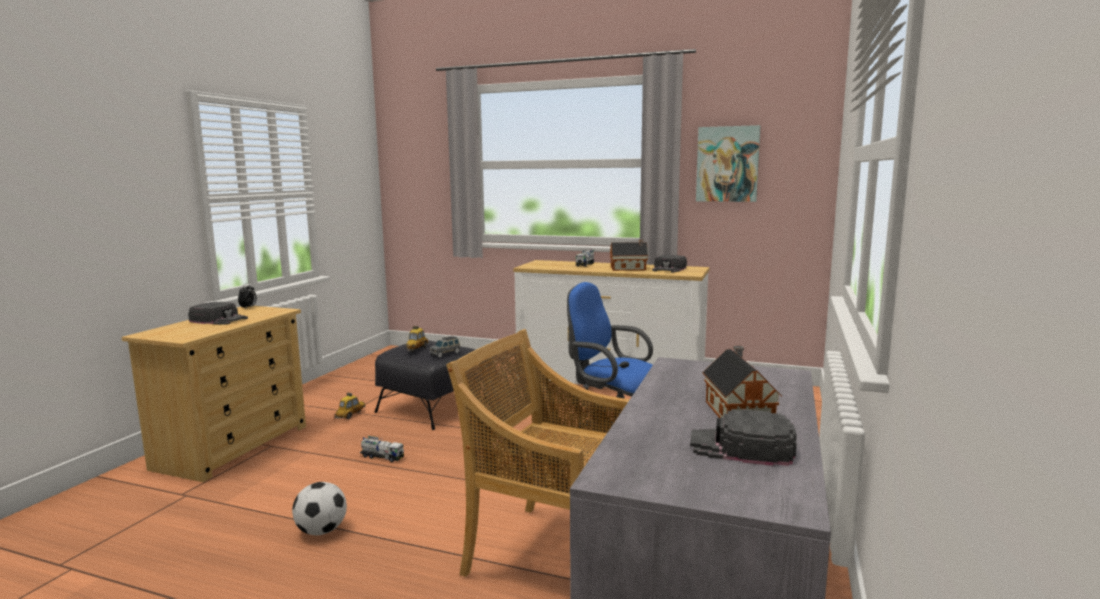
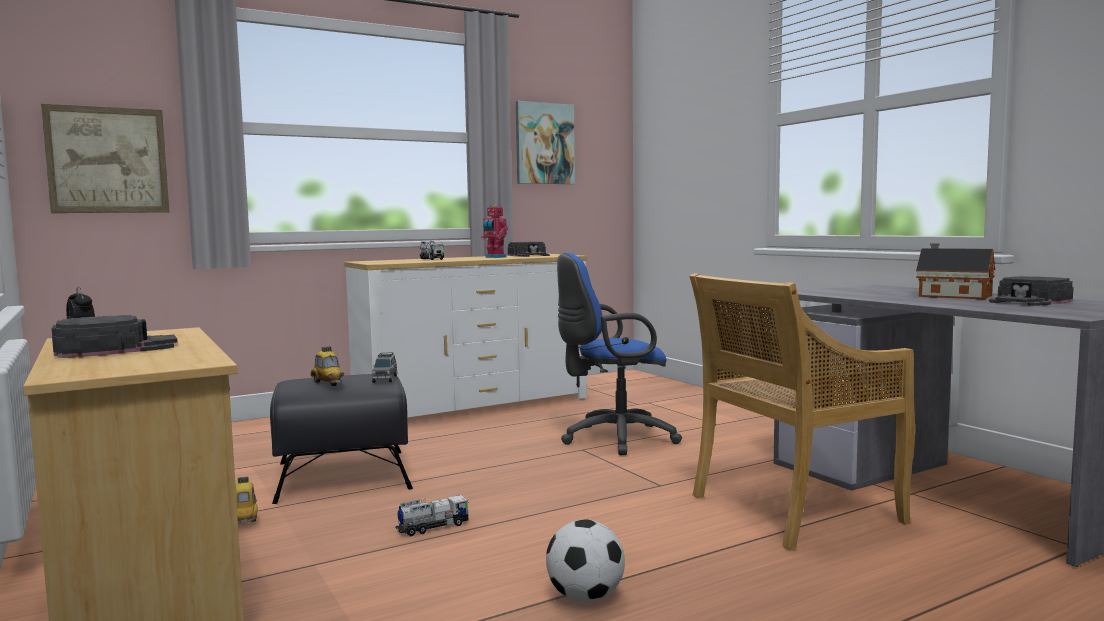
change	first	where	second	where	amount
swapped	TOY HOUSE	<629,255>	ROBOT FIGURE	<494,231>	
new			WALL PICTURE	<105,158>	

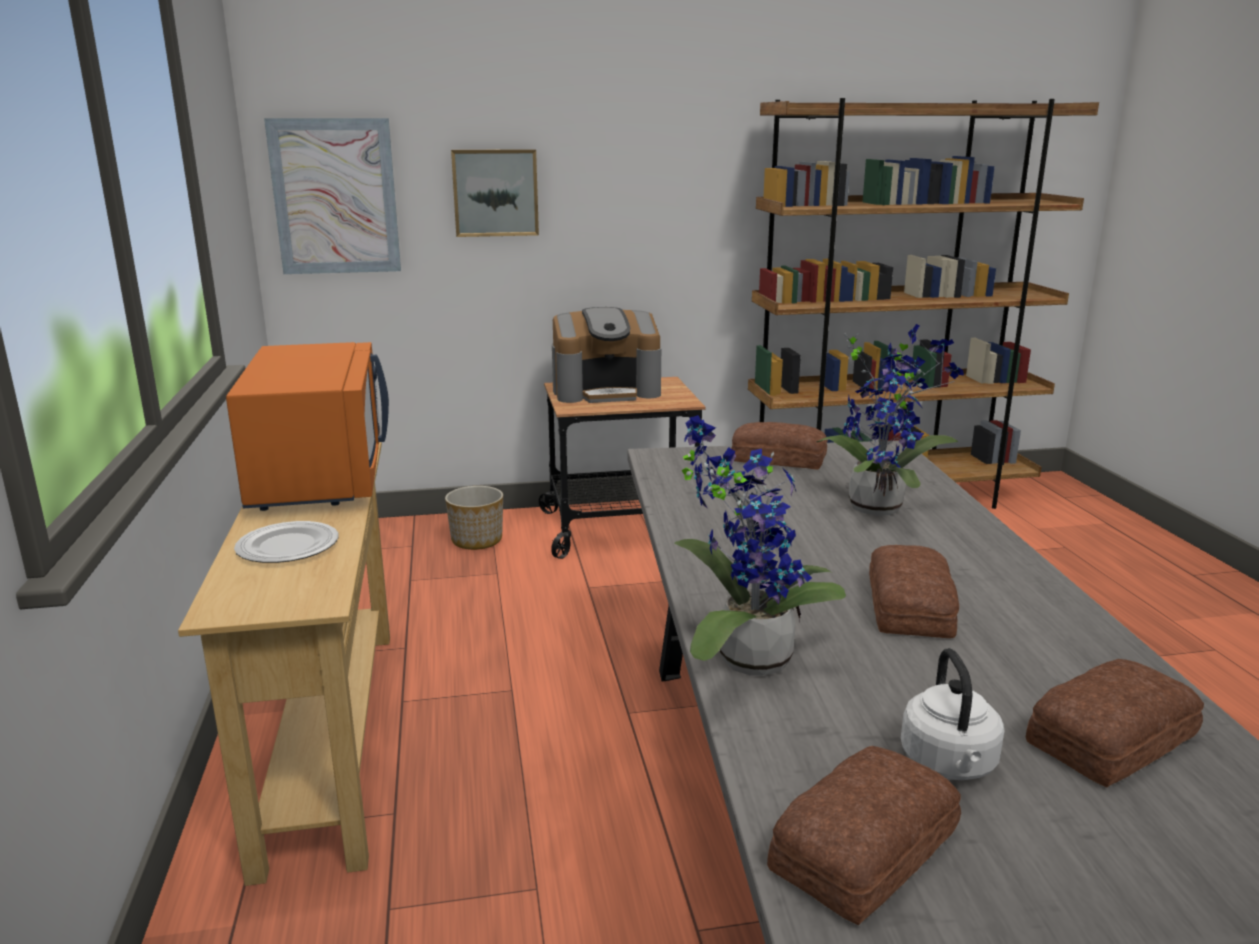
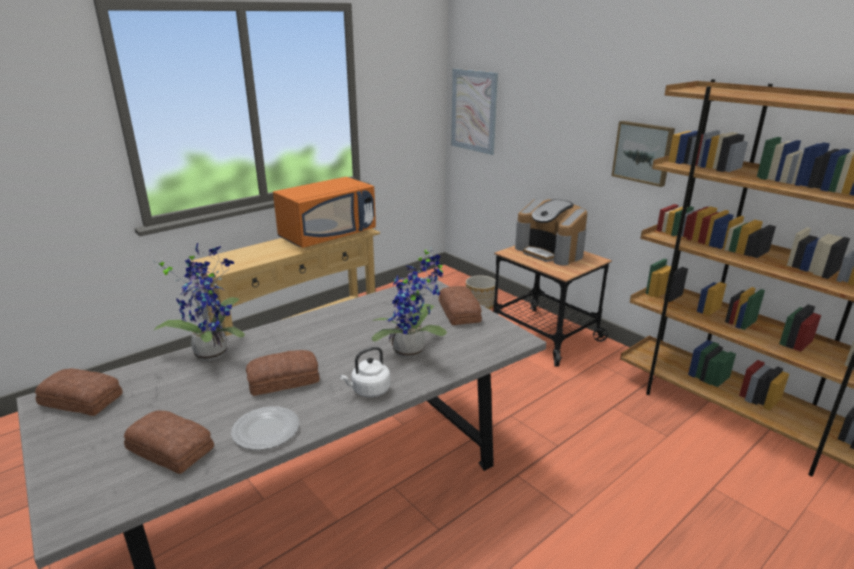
change	first	where	second	where	amount
shifted	DINNER PLATE	<286,542>		<265,428>	
shifted	WALL PICTURE	<495,193>		<643,154>	
shifted	WHITISH WATER KETTLE	<952,714>		<365,372>	

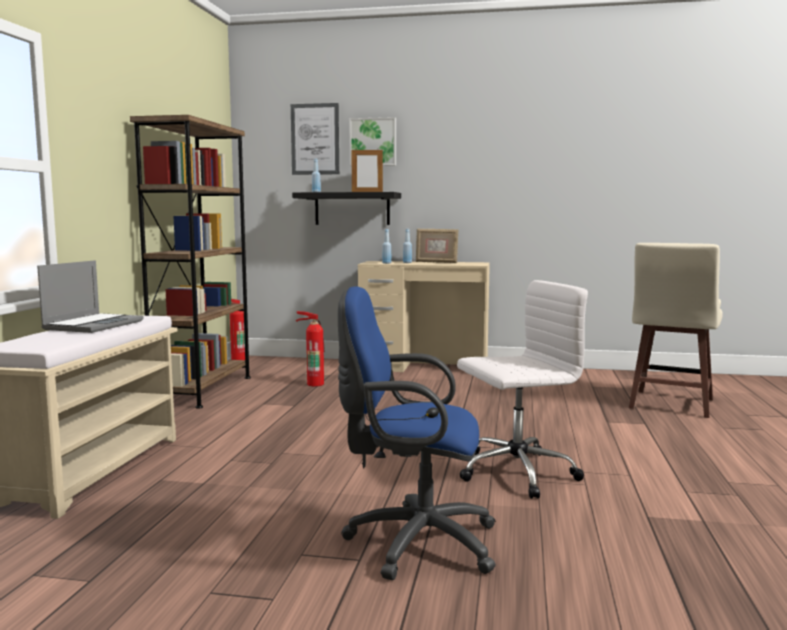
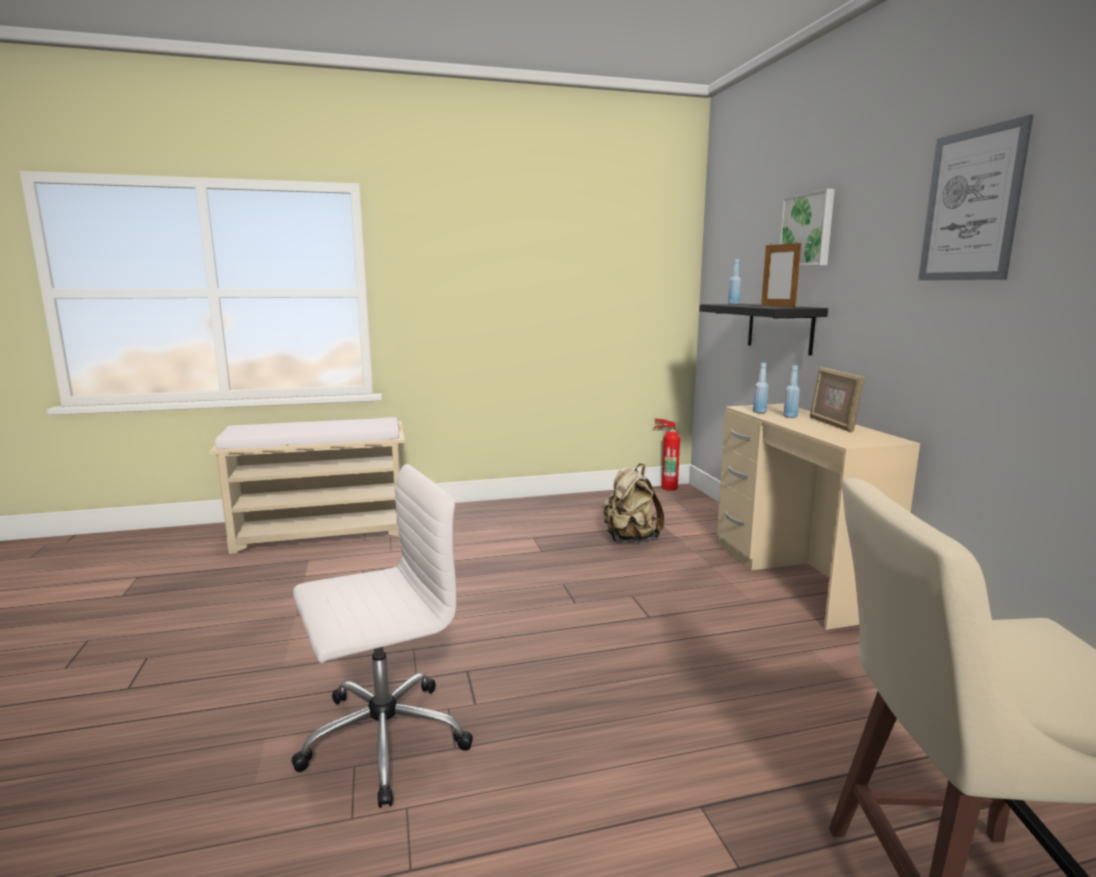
change	first	where	second	where	amount
gone	NOTEBOOK COMPUTER	<90,296>			
gone	BROWNISH BOOKCASE	<190,262>			
shifted	WALL PICTURE	<315,139>		<975,197>	
swapped	EXTINGUISHER	<310,348>	BEIGE BACKPACK	<633,503>	
gone	BLUISH OFFICE CHAIR	<417,433>			
rotated	WHITISH OFFICE CHAIR	<522,389>		<382,636>	75 degrees counterclockwise

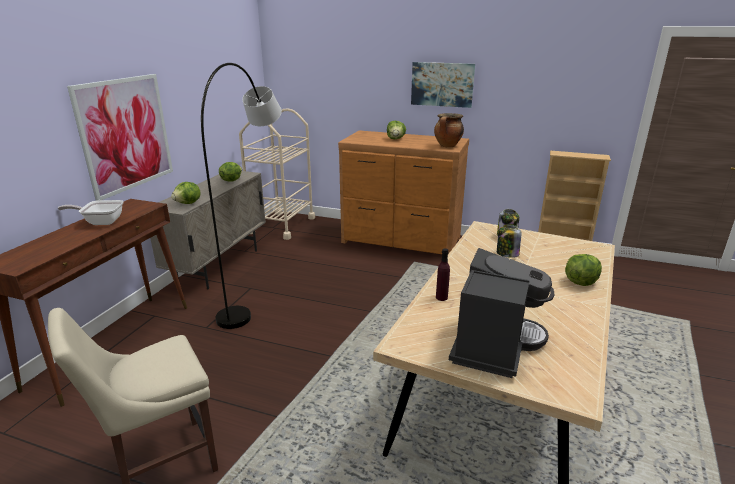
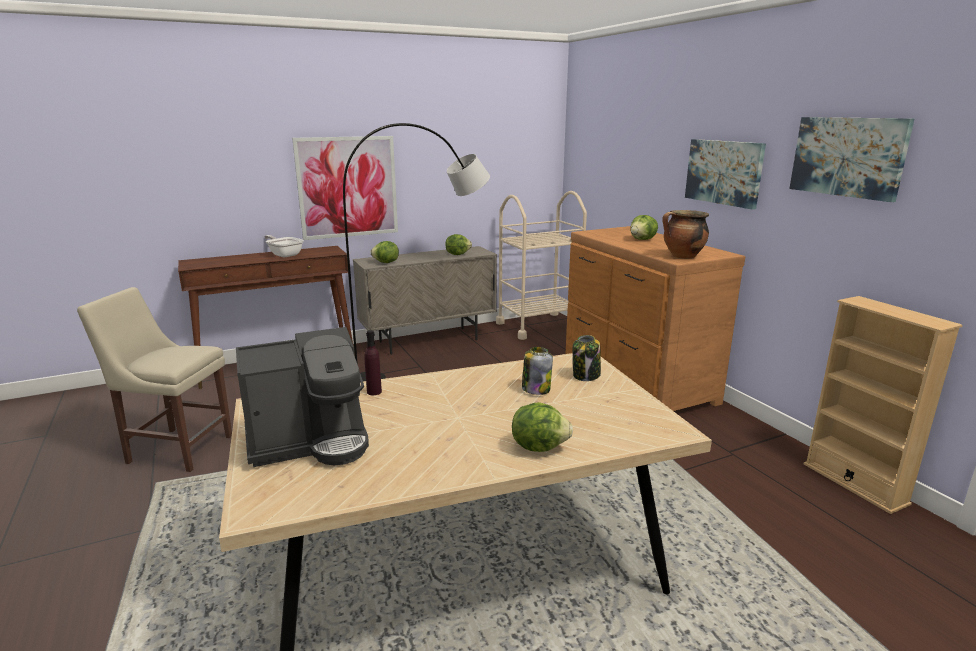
change	first	where	second	where	amount
new			WALL PICTURE	<851,159>	

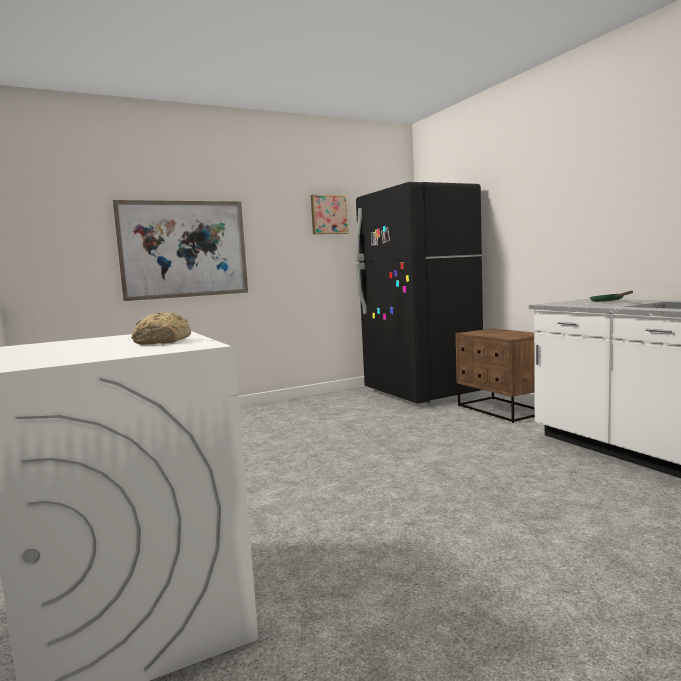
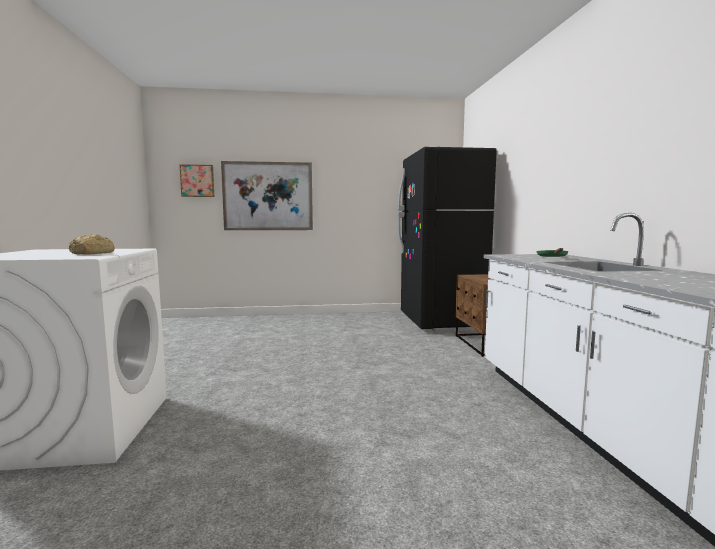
change	first	where	second	where	amount
shifted	WALL PICTURE	<330,214>		<196,180>	

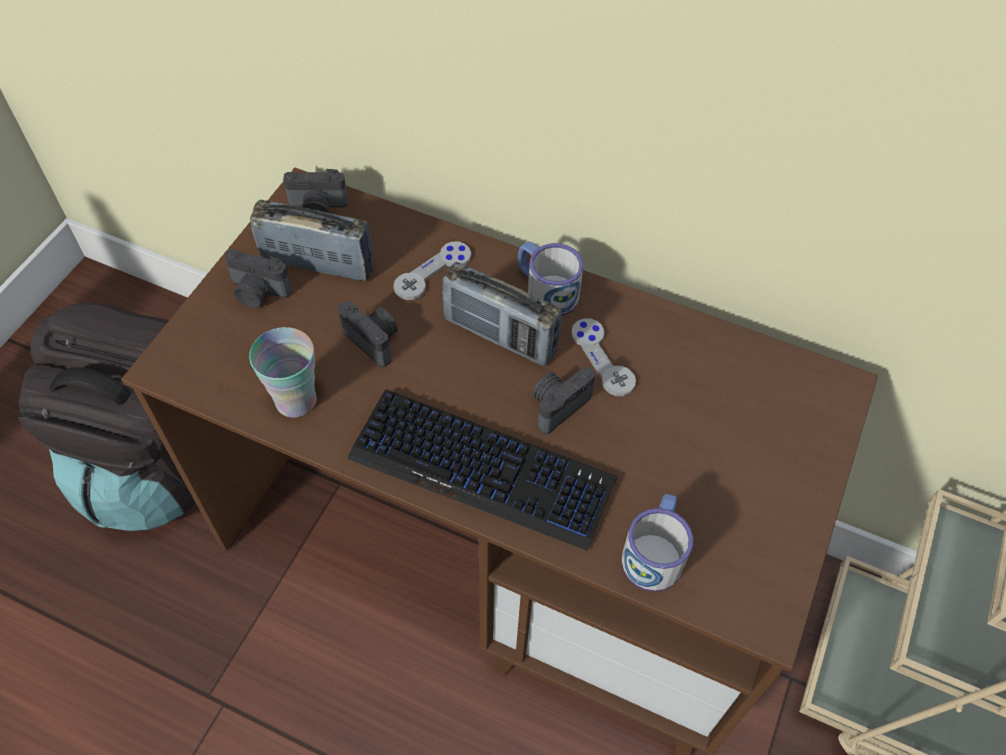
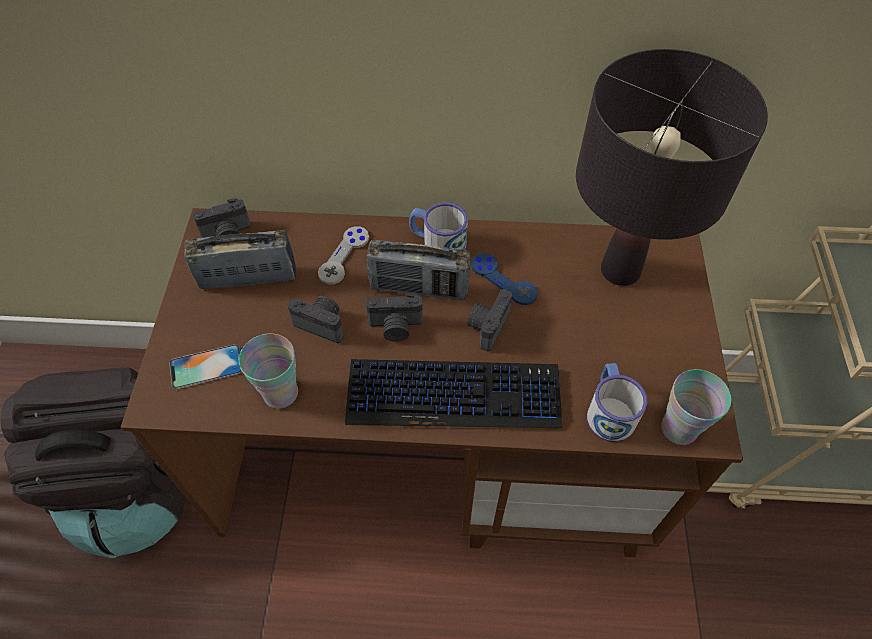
change	first	where	second	where	amount
shifted	PHOTO CAMERA	<258,278>		<394,317>	
repainted	GREYISH GAME CONTROLLER	<603,357>	BLUISH GAME CONTROLLER	<504,279>	
new			HANDSET	<205,366>	
new			BLACK TABLE LAMP	<672,167>	
new			CUP	<696,407>	

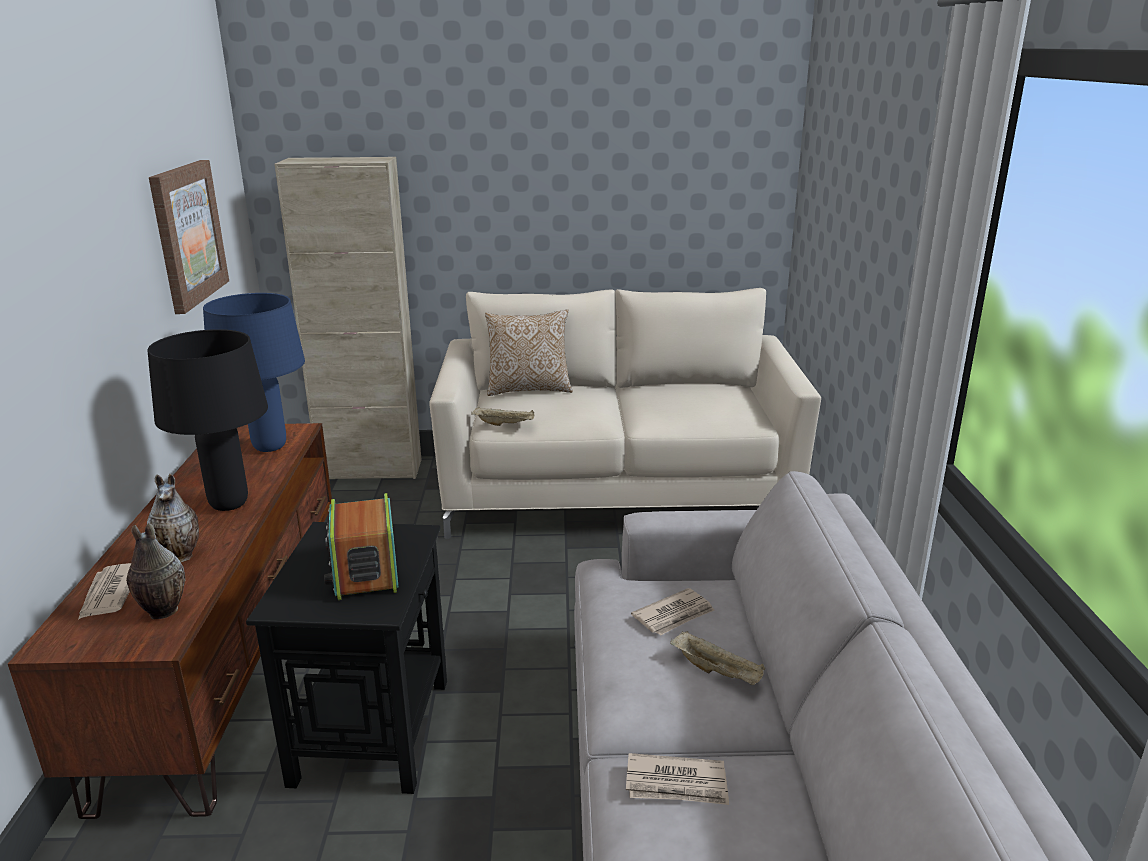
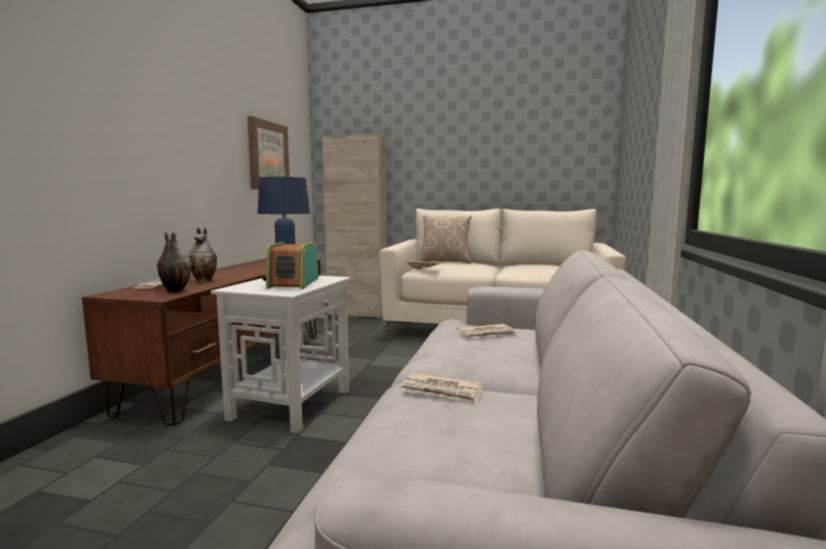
change	first	where	second	where	amount
gone	BLACK TABLE LAMP	<207,420>			
repainted	BLACK ACCENT TABLE	<346,658>	WHITISH ACCENT TABLE	<281,354>	
gone	BEIGE CARRYING TRAY	<717,658>			

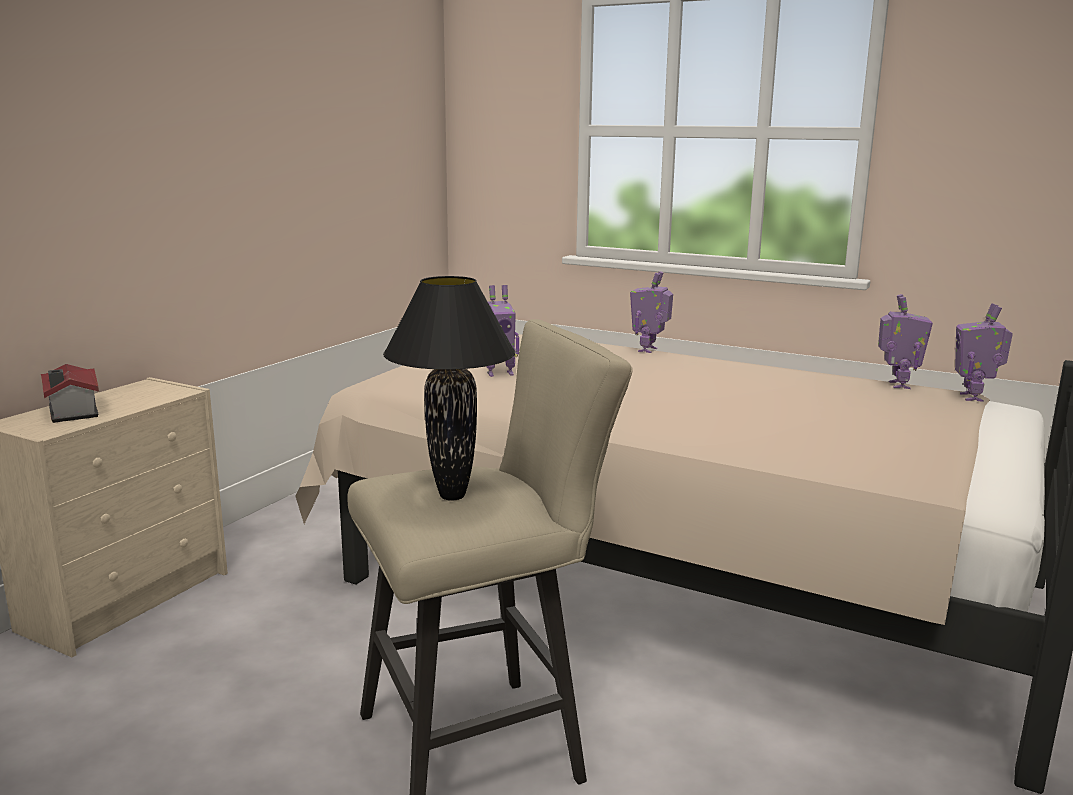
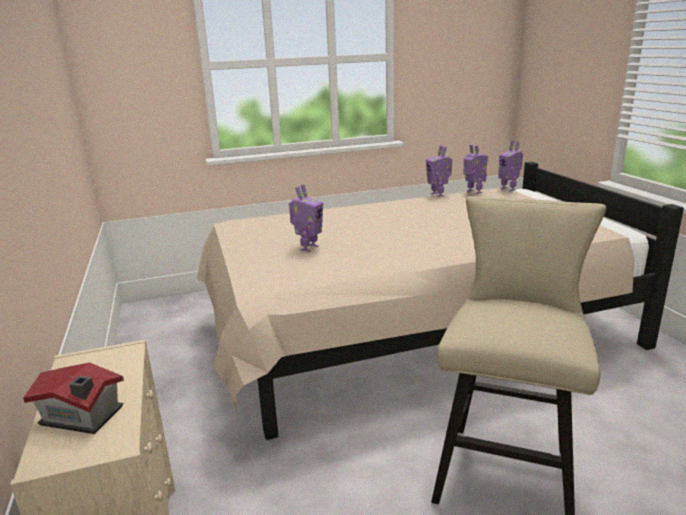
change	first	where	second	where	amount
gone	BLACK TABLE LAMP	<449,388>			
shifted	ROBOT FIGURE	<651,312>		<439,171>	

